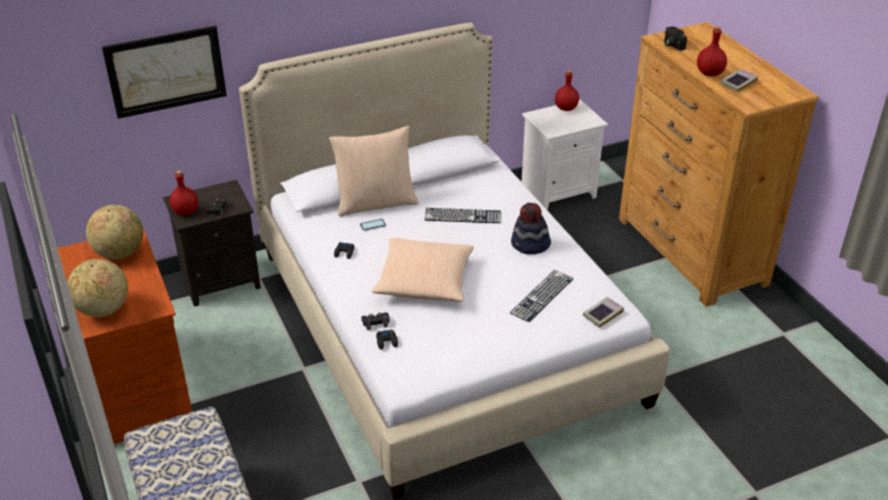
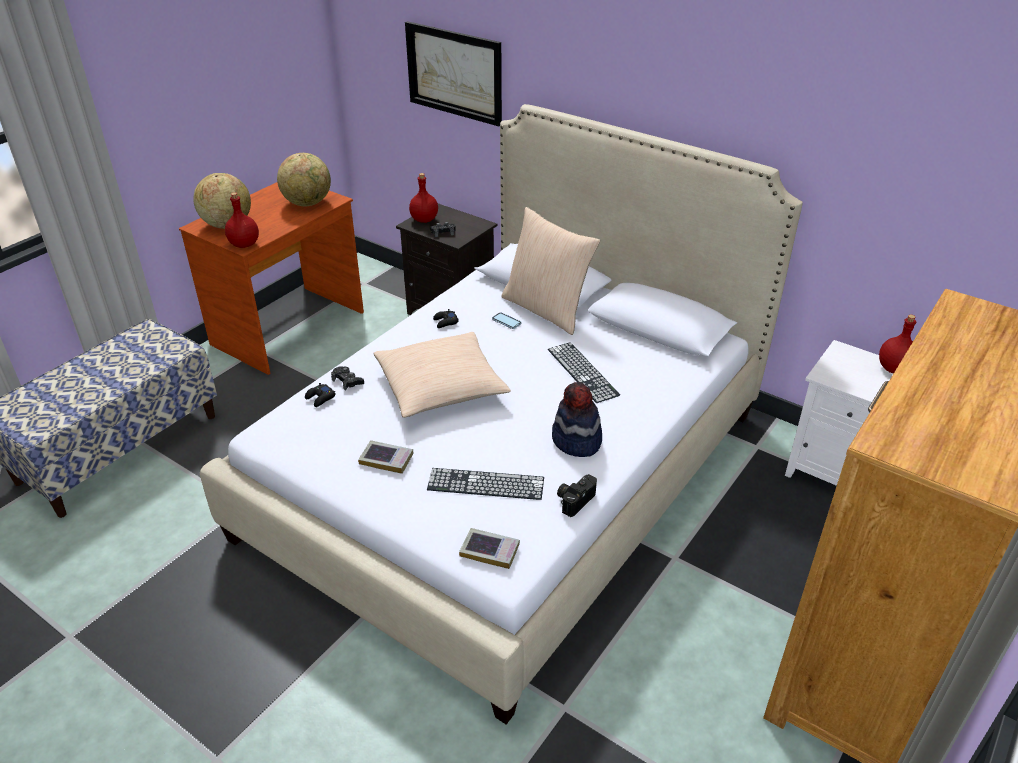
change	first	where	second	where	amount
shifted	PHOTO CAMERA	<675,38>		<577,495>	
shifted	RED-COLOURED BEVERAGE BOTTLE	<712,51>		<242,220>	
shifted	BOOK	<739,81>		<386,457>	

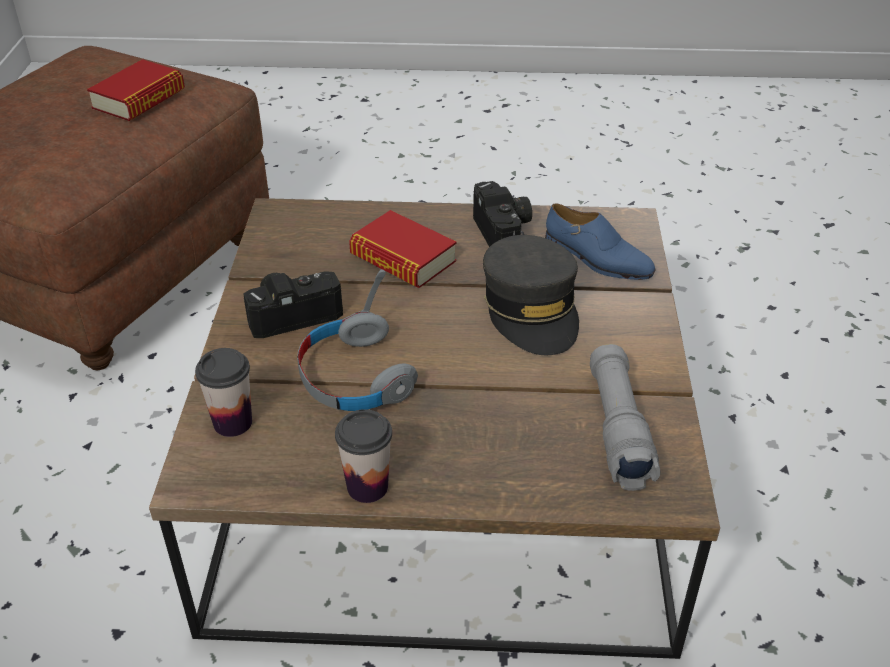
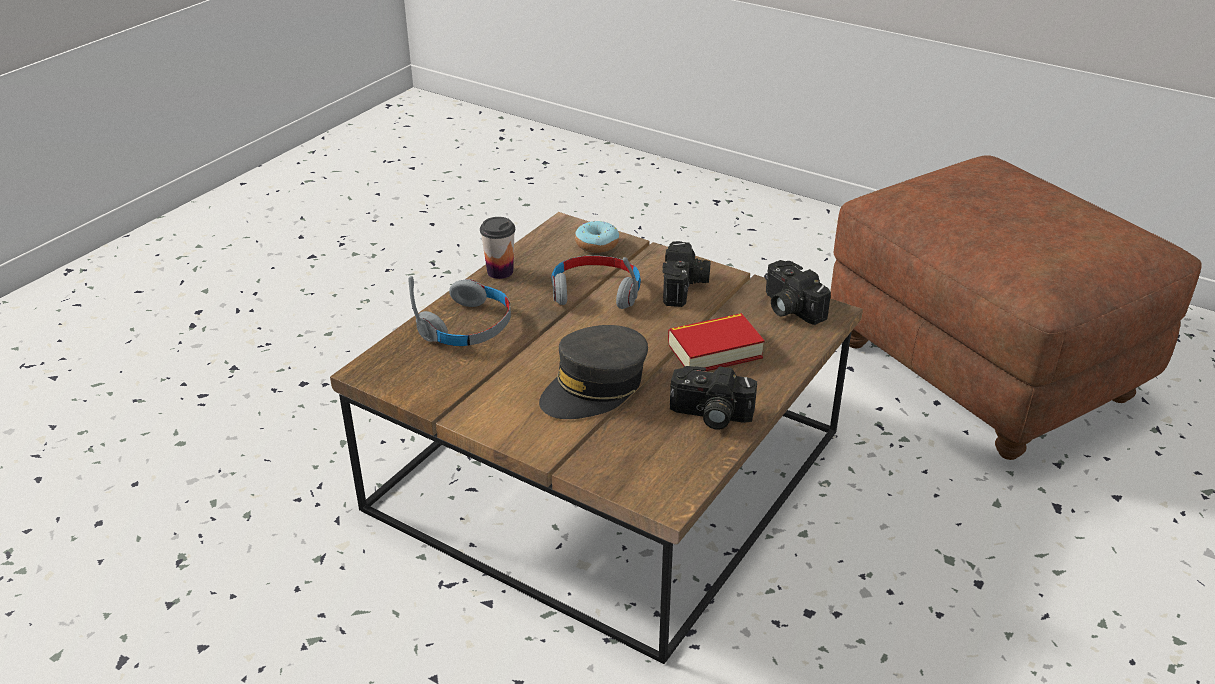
change	first	where	second	where	amount
gone	BOOK	<136,90>			
swapped	CUP	<223,392>	RING DOUGHNUT	<597,236>	
rotated	GREYISH CAP	<531,295>		<593,372>	60 degrees counterclockwise
gone	BLUISH LOW SHOE	<600,241>			
gone	GREYISH HAND TORCH	<625,417>			
new			GREYISH HEADPHONES	<459,311>	
new			PHOTO CAMERA	<798,292>	

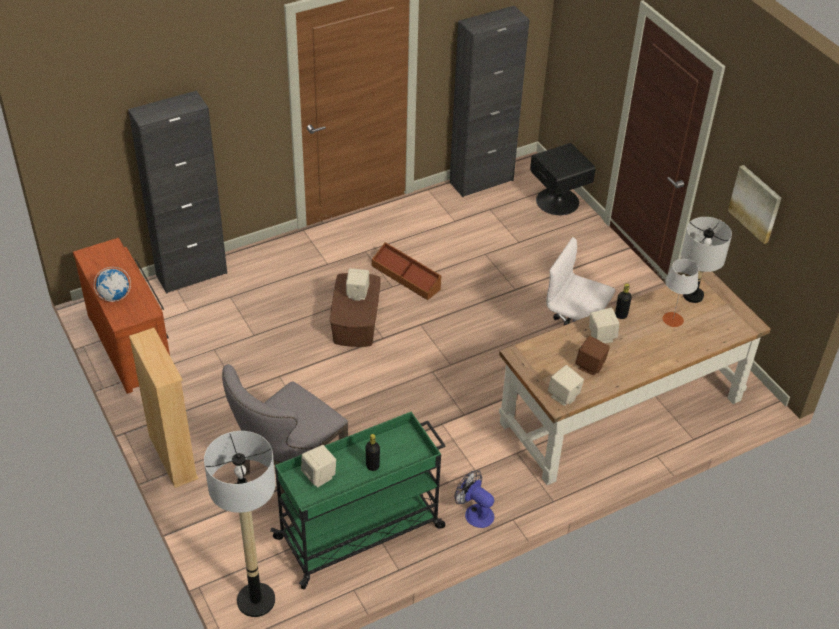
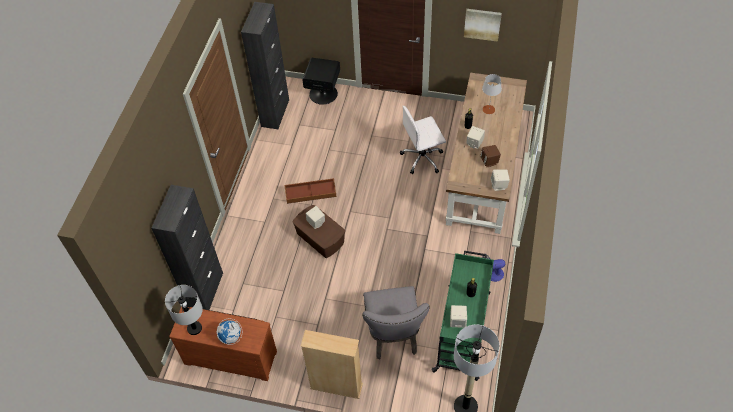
change	first	where	second	where	amount
shifted	GREYISH TABLE LAMP	<706,260>		<184,310>	

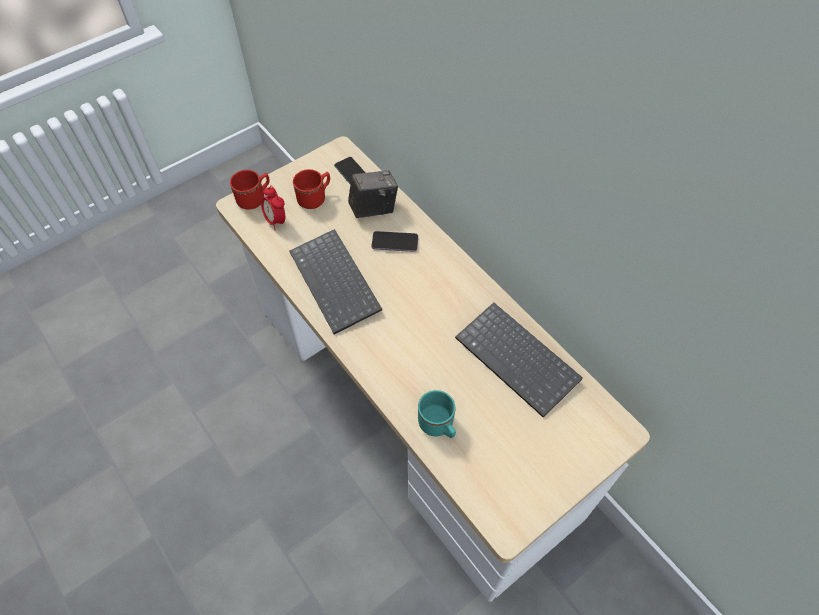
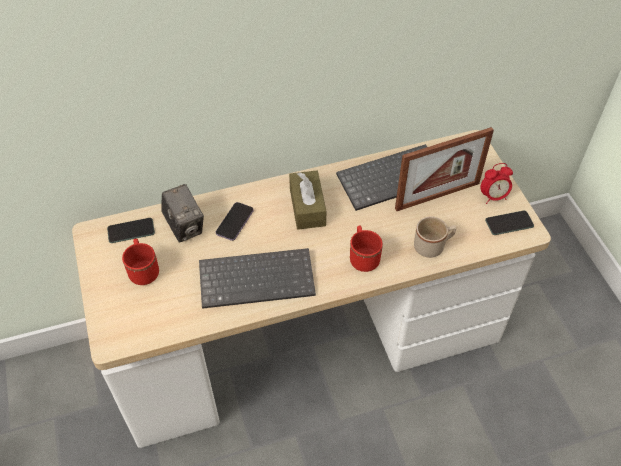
change	first	where	second	where	amount
shifted	RED-COLOURED TEA MUG	<250,190>		<366,249>	
shifted	ALARM CLOCK	<273,208>		<496,183>	
rotated	PHOTO CAMERA	<373,194>		<182,213>	150 degrees clockwise
repainted	BLUE-GREEN TEA MUG	<437,414>	BEIGE TEA MUG	<435,237>	
new			BROWNISH TISSUE HOLDER	<307,200>	
new			PHOTO FRAME	<444,169>	
new			HANDSET	<509,223>	

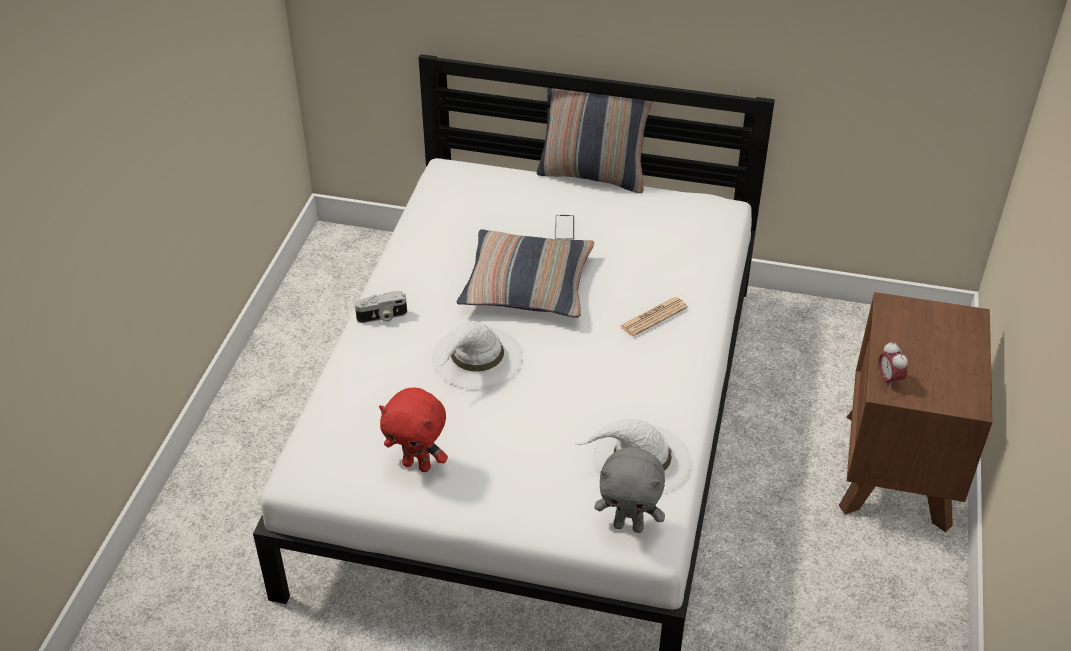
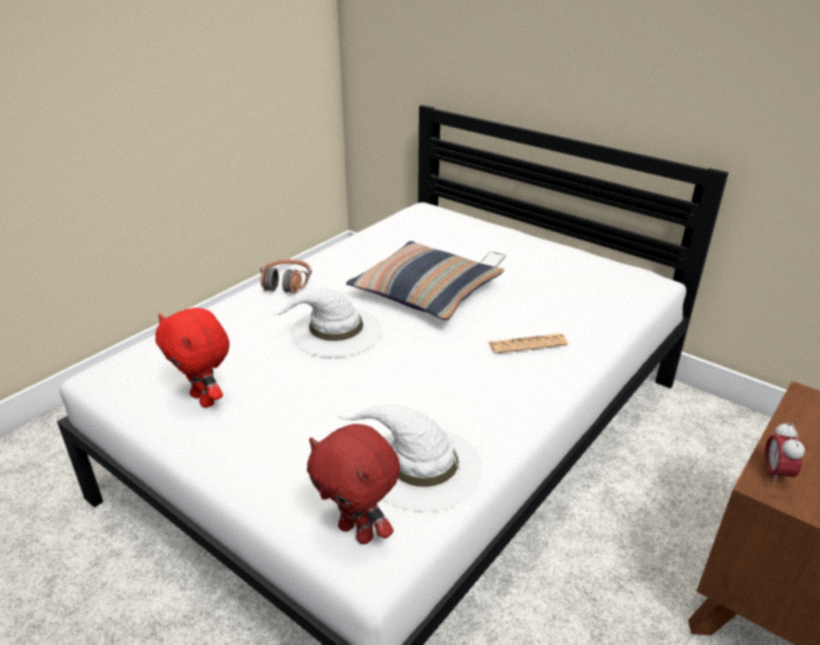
change	first	where	second	where	amount
swapped	PHOTO CAMERA	<381,307>	HEADPHONES	<286,276>	
gone	CUSHION	<595,140>			
repainted	GREYISH SOFT TOY	<630,490>	RED-COLOURED SOFT TOY	<353,484>	

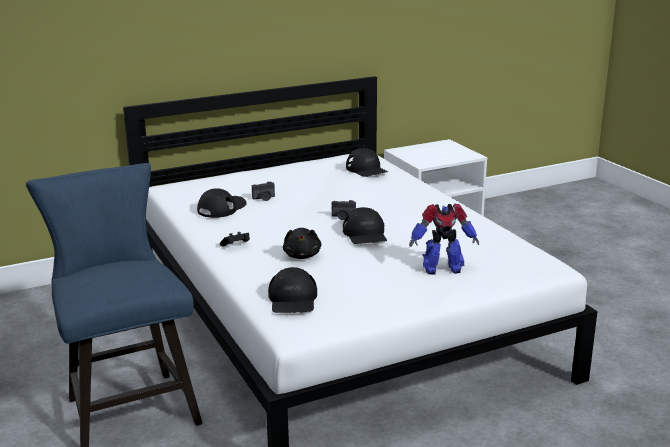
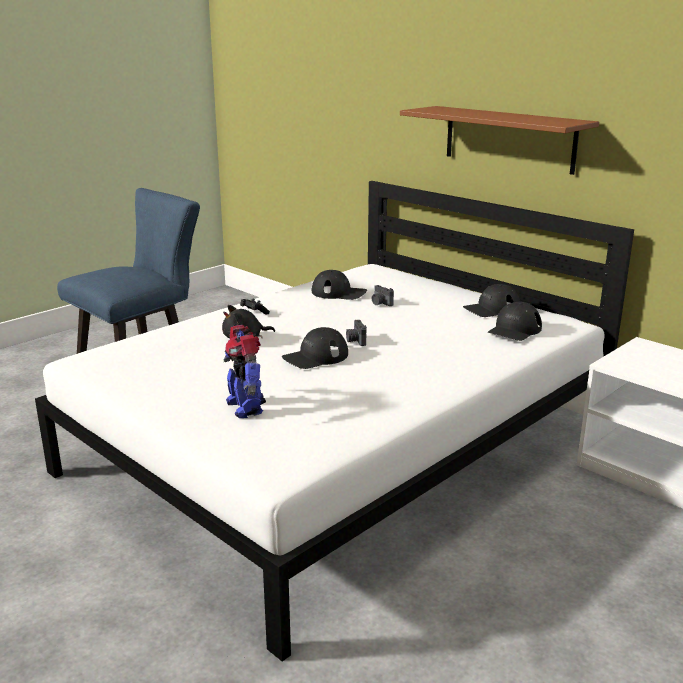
change	first	where	second	where	amount
shifted	BLACK CAP	<292,290>		<491,300>	
new			BROWNISH SHELF	<499,140>	

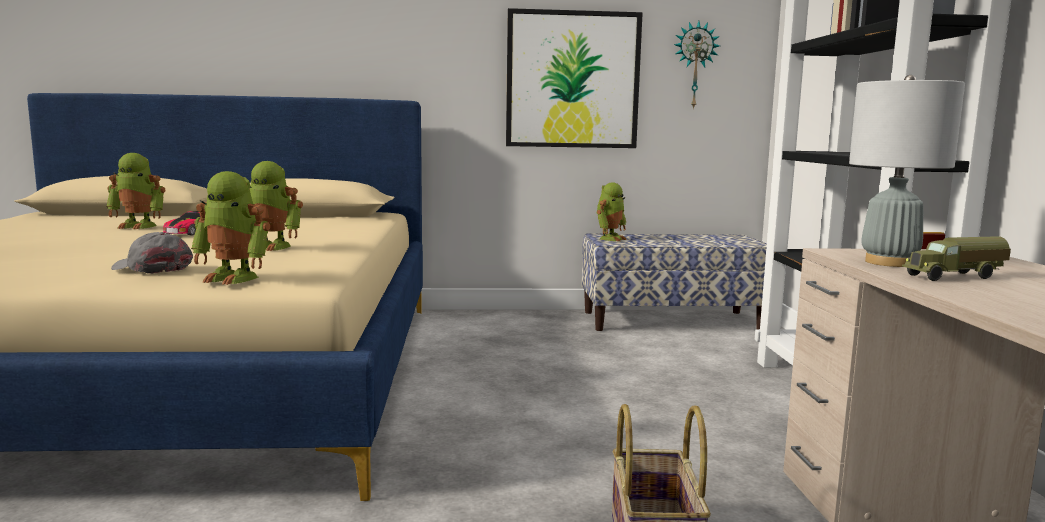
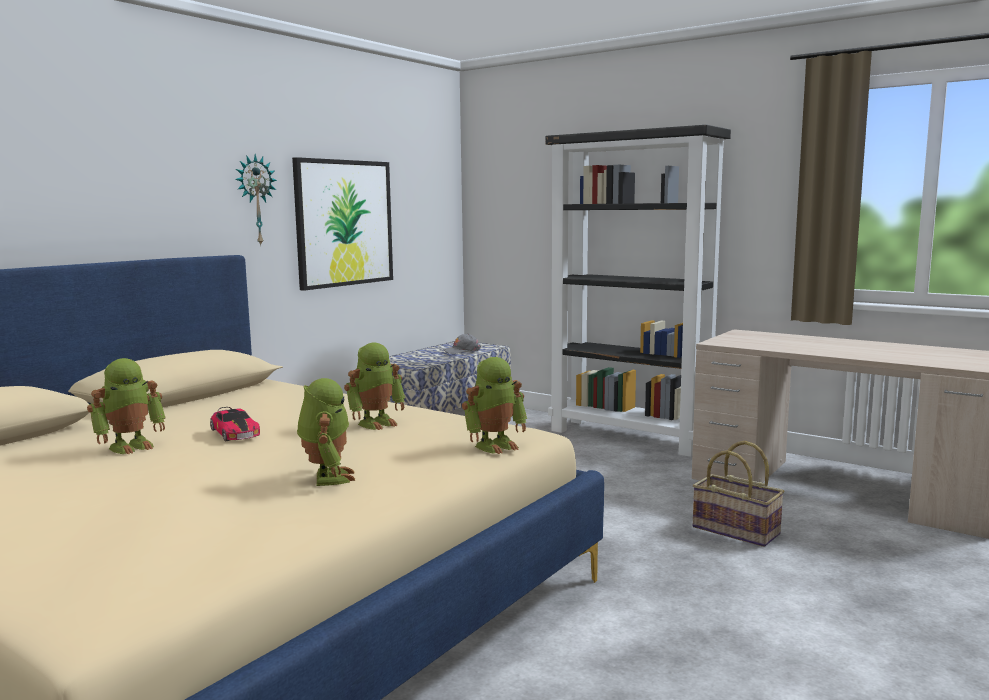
change	first	where	second	where	amount
shifted	GREYISH CAP	<152,253>		<462,344>	
shifted	ROBOT FIGURE	<612,211>		<326,432>	
shifted	CLOCK ON THE WALL	<697,65>		<256,200>	
gone	GREYISH TABLE LAMP	<907,171>			
gone	MODEL TRUCK	<956,258>			

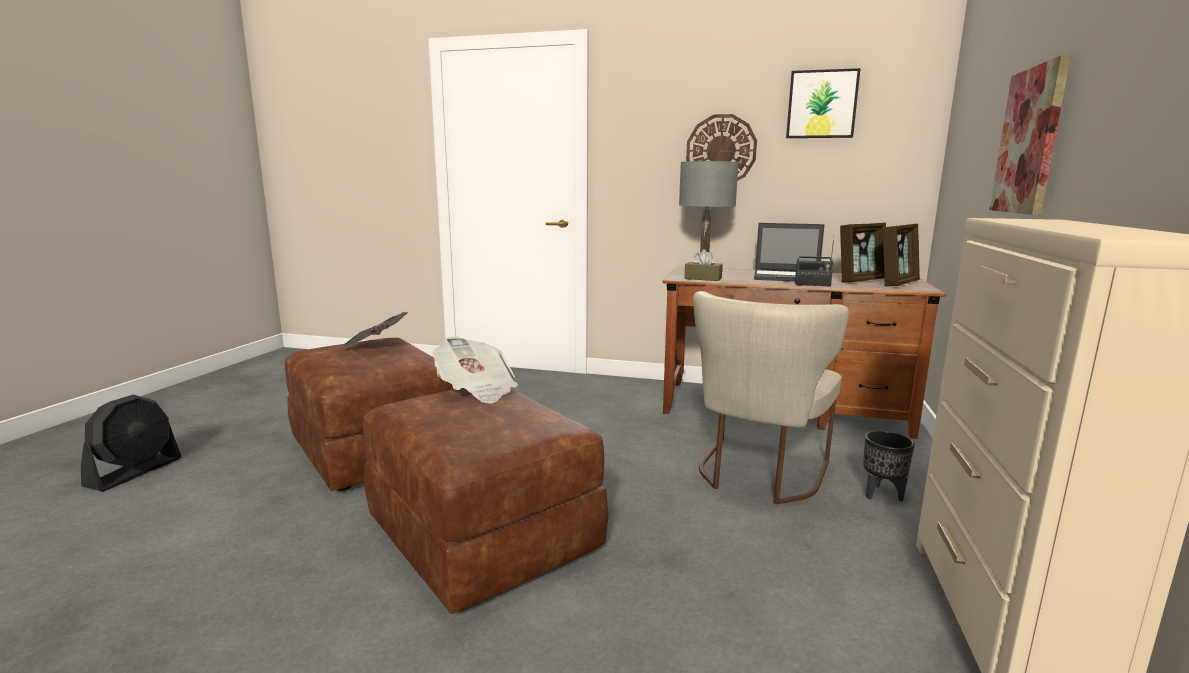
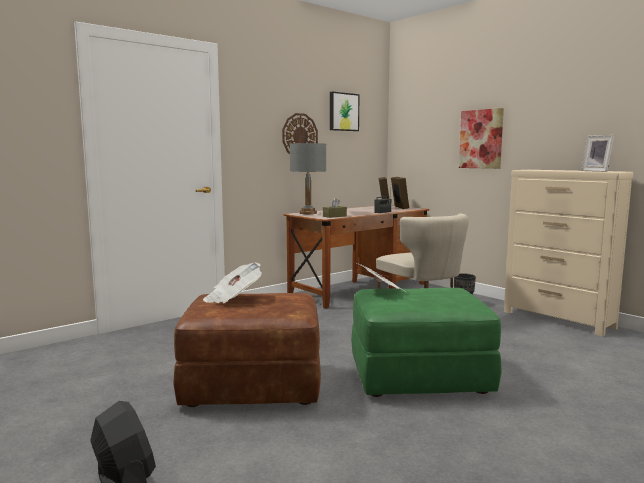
change	first	where	second	where	amount
repainted	BROWNISH OTTOMAN	<486,501>	GREEN-COLOURED OTTOMAN	<426,342>	
gone	NOTEBOOK COMPUTER	<789,252>			
new			PHOTO FRAME	<597,153>	

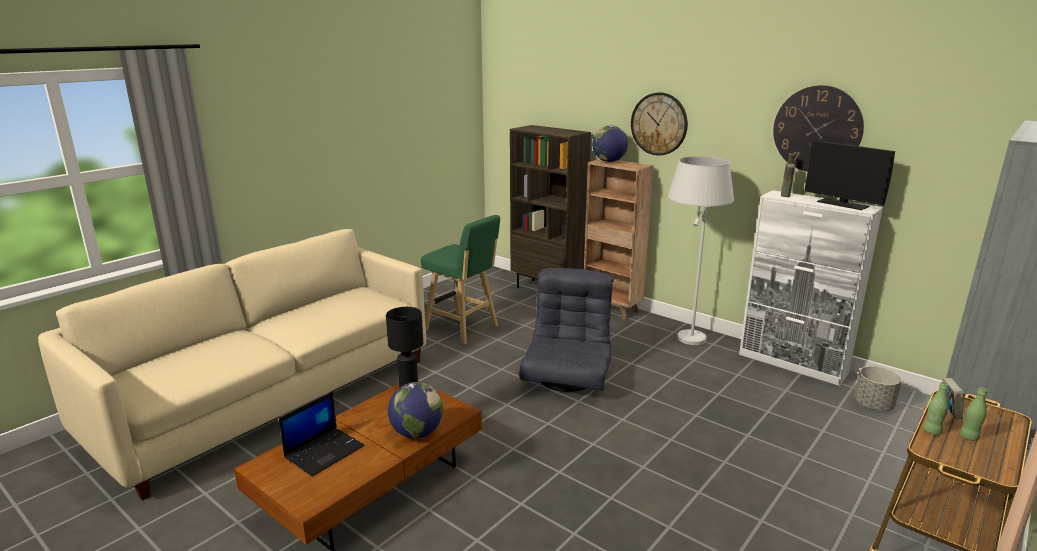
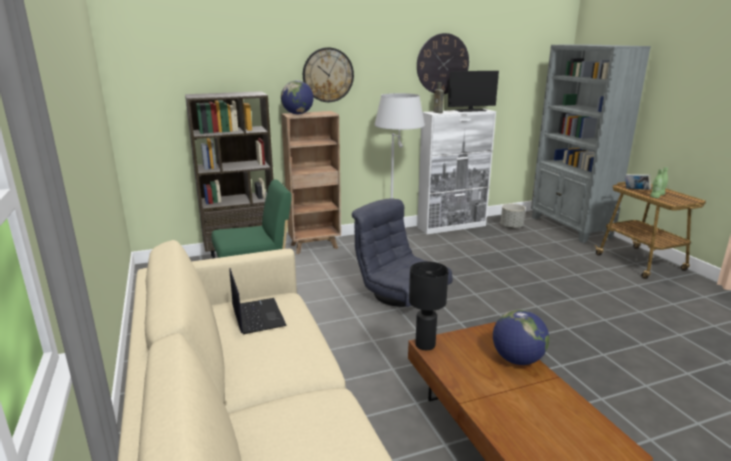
change	first	where	second	where	amount
shifted	NOTEBOOK COMPUTER	<322,434>		<258,301>	

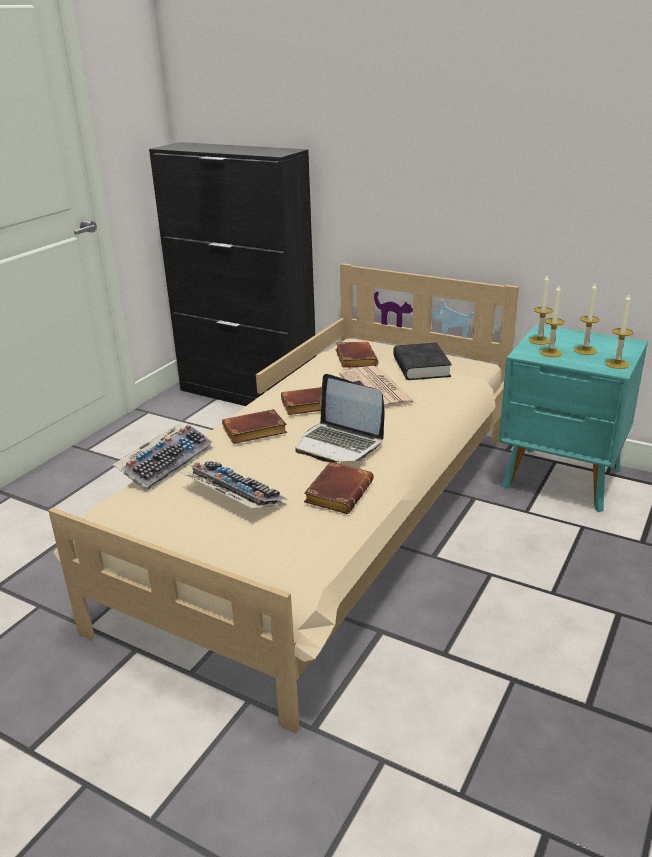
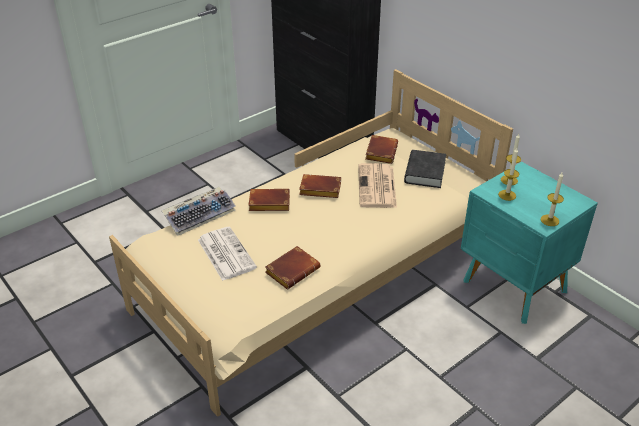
change	first	where	second	where	amount
swapped	PC KEYBOARD	<234,485>	DAILY PAPER	<227,254>	
gone	NOTEBOOK COMPUTER	<340,418>			
gone	WAX LIGHT	<587,319>			

